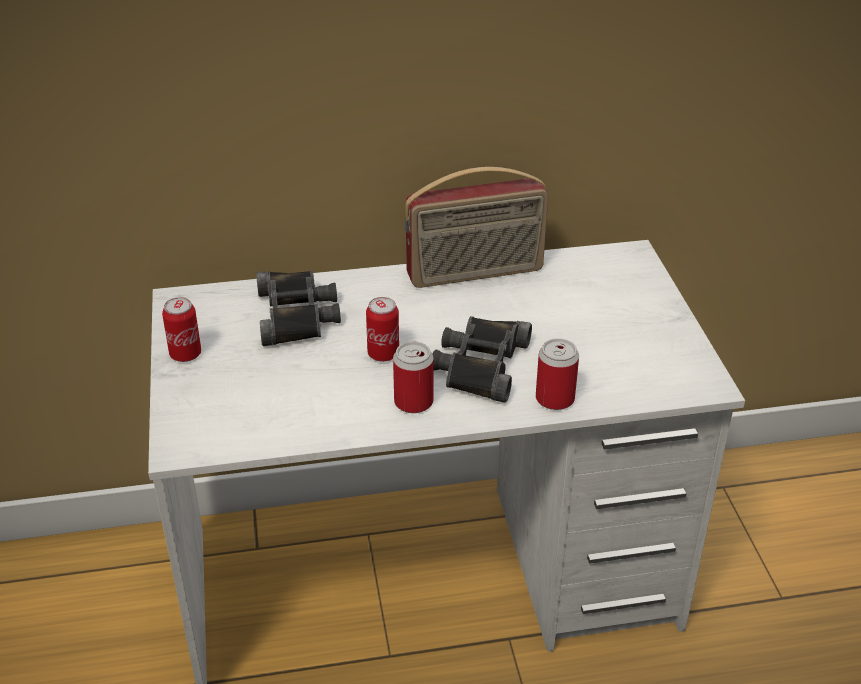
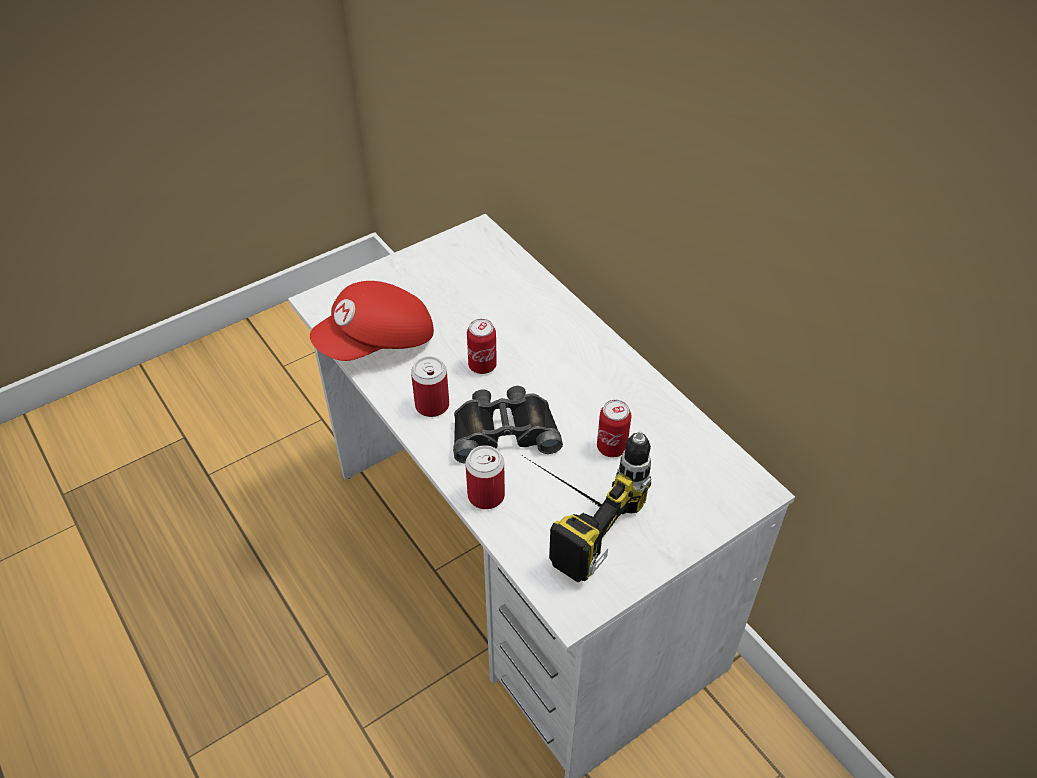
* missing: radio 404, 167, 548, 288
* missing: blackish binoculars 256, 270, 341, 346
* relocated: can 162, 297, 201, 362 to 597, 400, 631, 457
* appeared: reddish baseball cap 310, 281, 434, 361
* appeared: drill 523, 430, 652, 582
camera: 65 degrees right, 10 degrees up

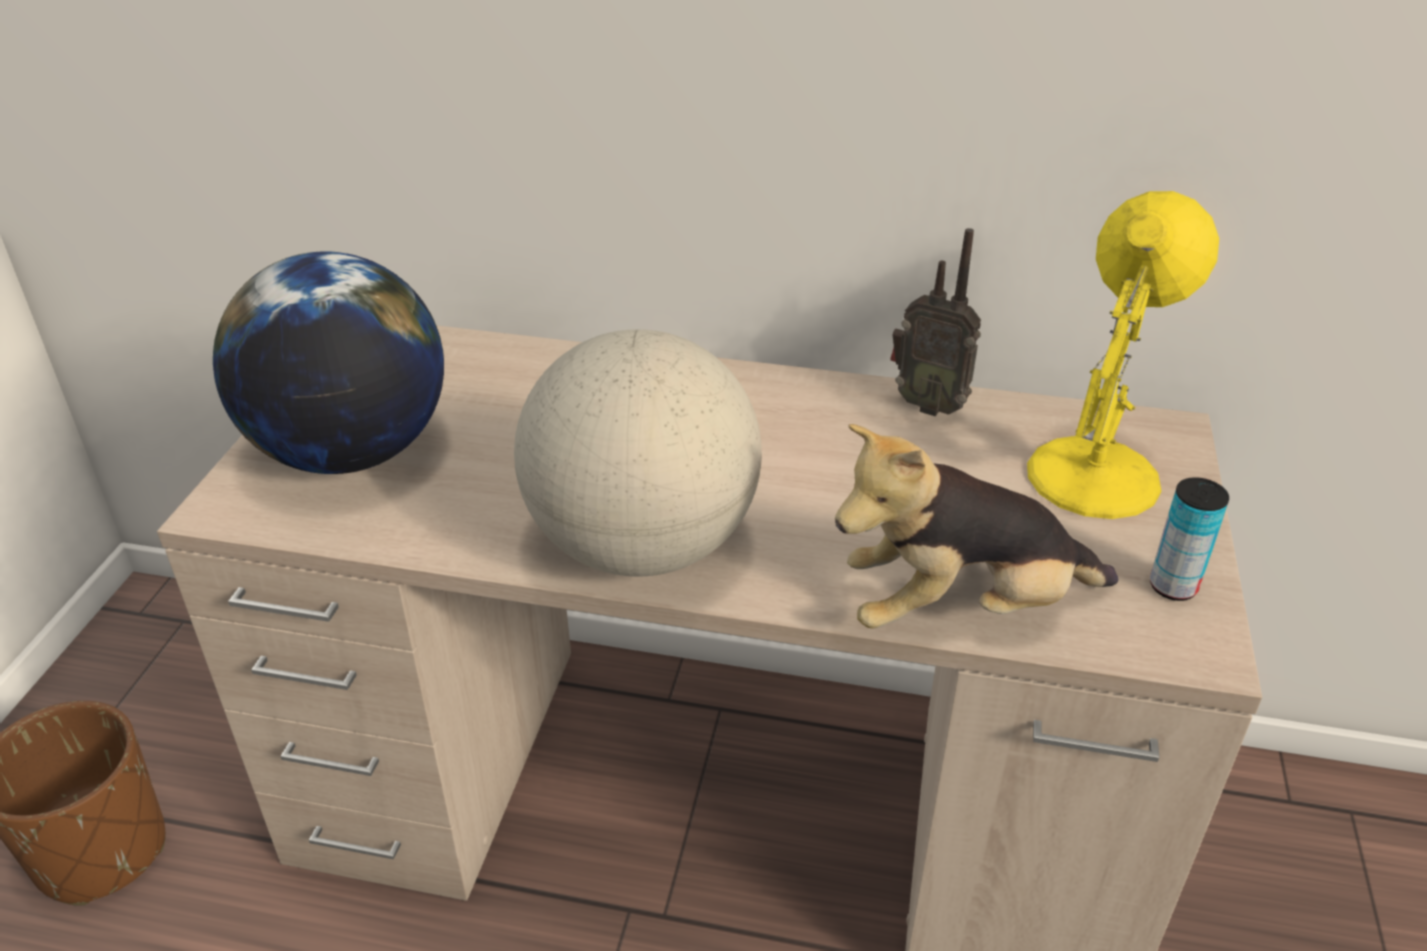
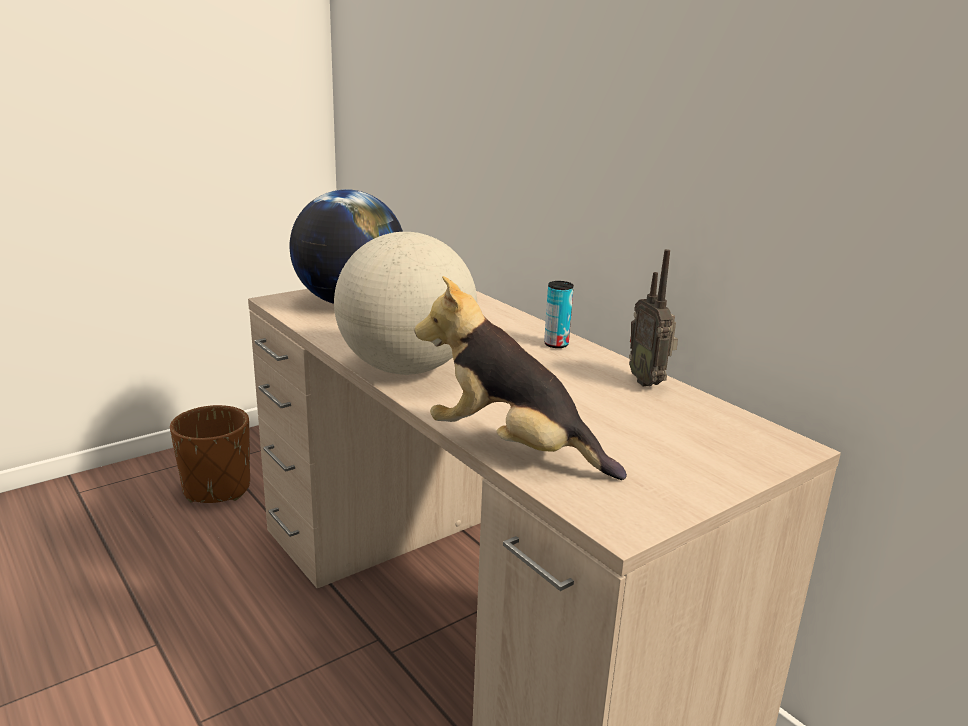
* missing: yellow-coloured tabletop lamp 1027, 191, 1219, 519
* relocated: can 1150, 477, 1229, 601 to 544, 281, 574, 348
camera: 40 degrees right, 15 degrees down

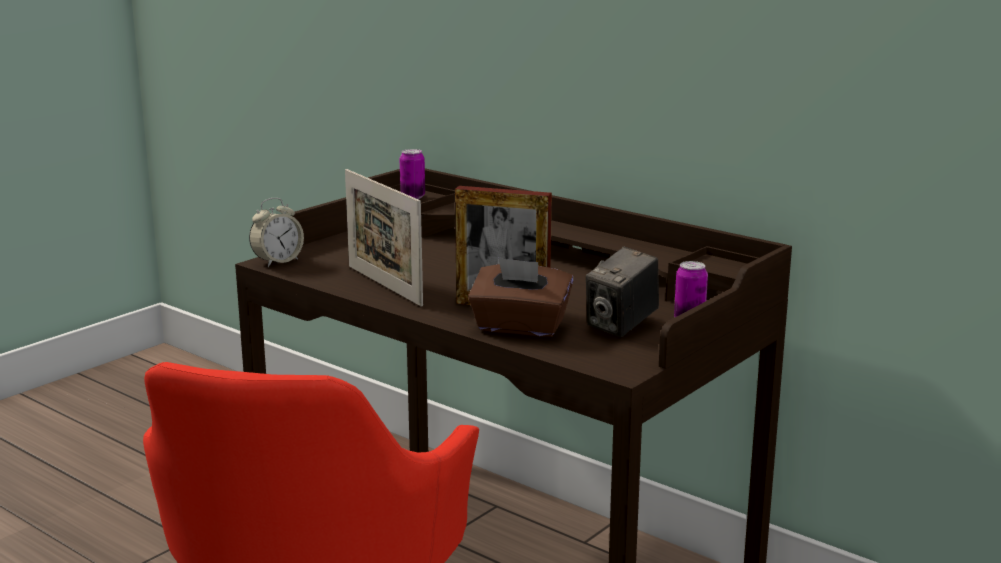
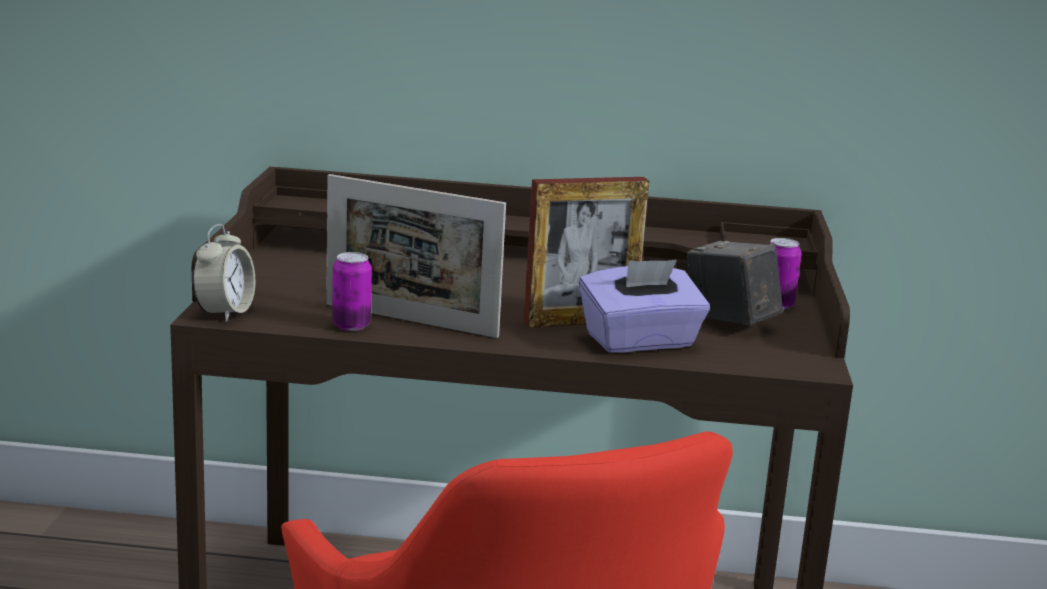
* relocated: can 400, 149, 425, 199 to 332, 252, 372, 331
* spun: photo camera 586, 247, 659, 337 = 687, 241, 783, 325 135 degrees clockwise
* colour: brown box of tissues 468, 257, 574, 337 to purplish box of tissues 579, 260, 710, 353
camera: 35 degrees left, 0 degrees up

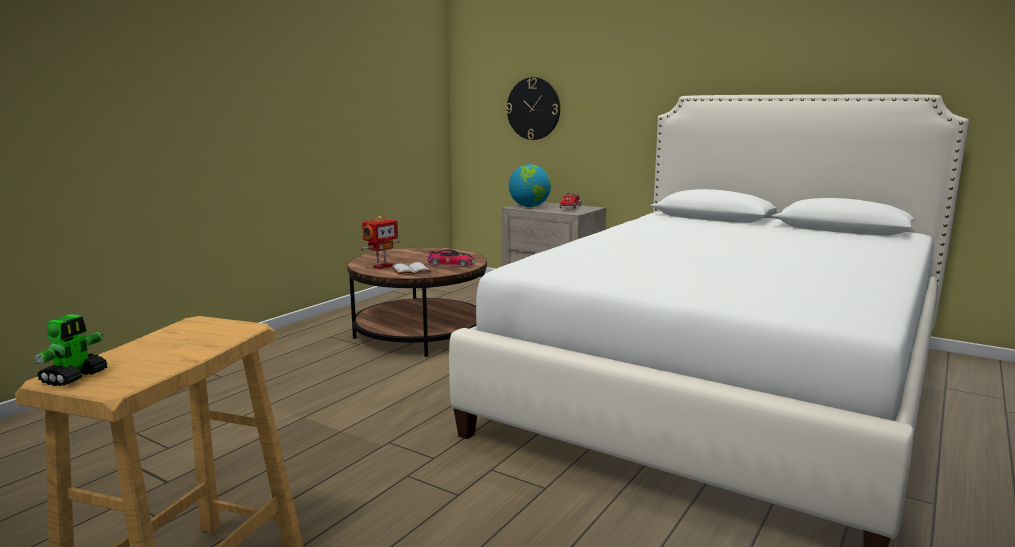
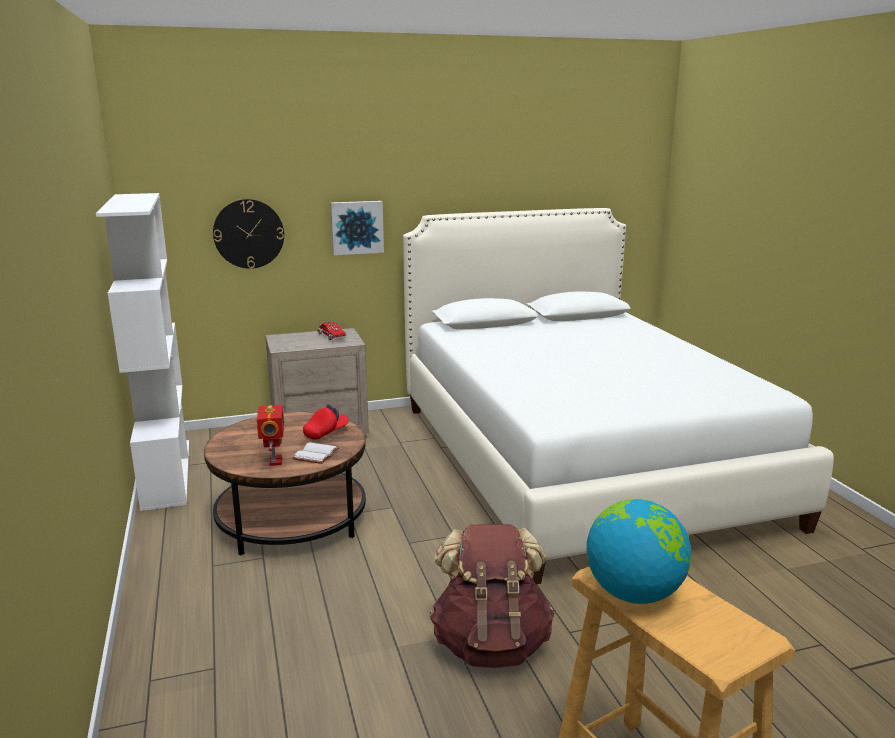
* relocated: desk globe 509, 164, 551, 207 to 586, 499, 691, 604
* exchanged: miniature car 428, 249, 475, 267 to reddish baseball cap 303, 404, 349, 440
* missing: toy robot 34, 314, 108, 386
* appeared: white shelving unit 96, 193, 189, 511
* appeared: wall picture 330, 201, 384, 255
* appeared: brown knapsack 430, 524, 555, 668
camera: 50 degrees left, 5 degrees up

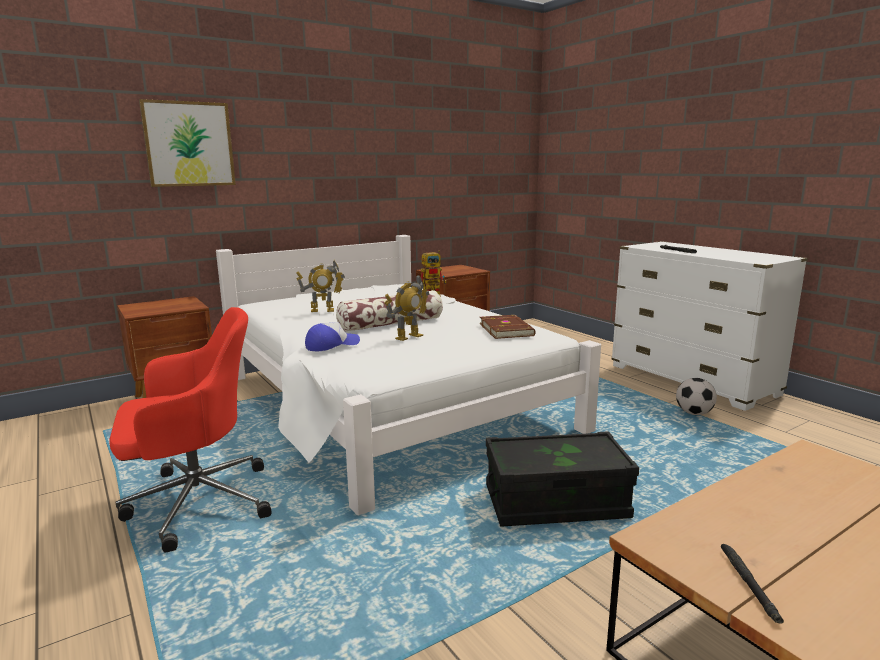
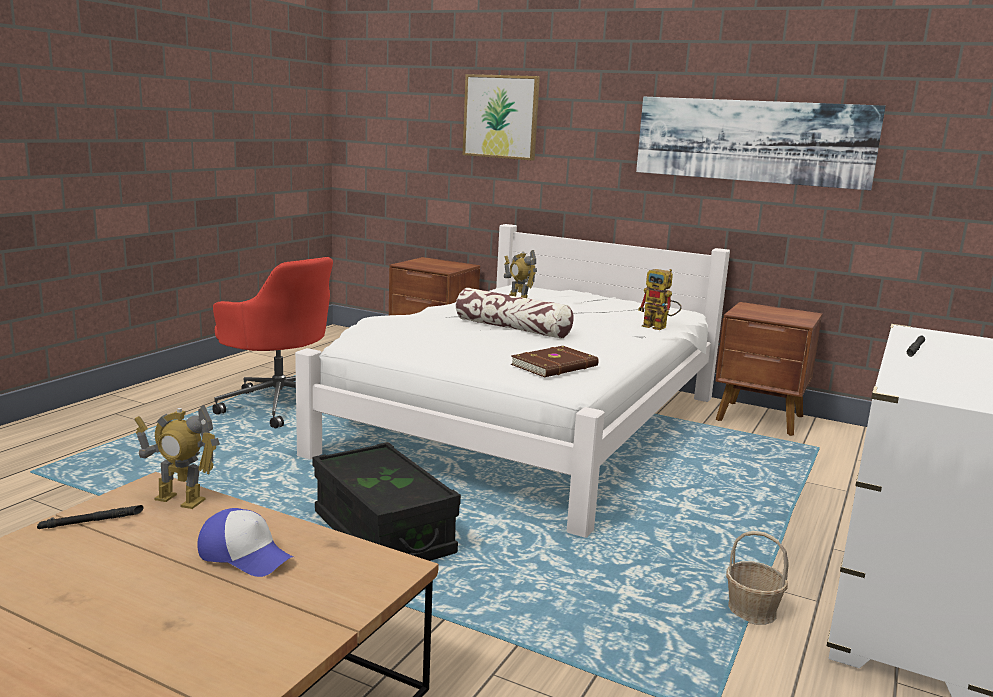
* relocated: toy robot 384, 275, 429, 341 to 135, 405, 220, 509
* relocated: baseball cap 305, 322, 360, 351 to 197, 508, 293, 577
* exchanged: football 676, 378, 717, 415 to basket 726, 531, 789, 625
* appeared: wall picture 636, 97, 886, 191
camera: 60 degrees right, 0 degrees up

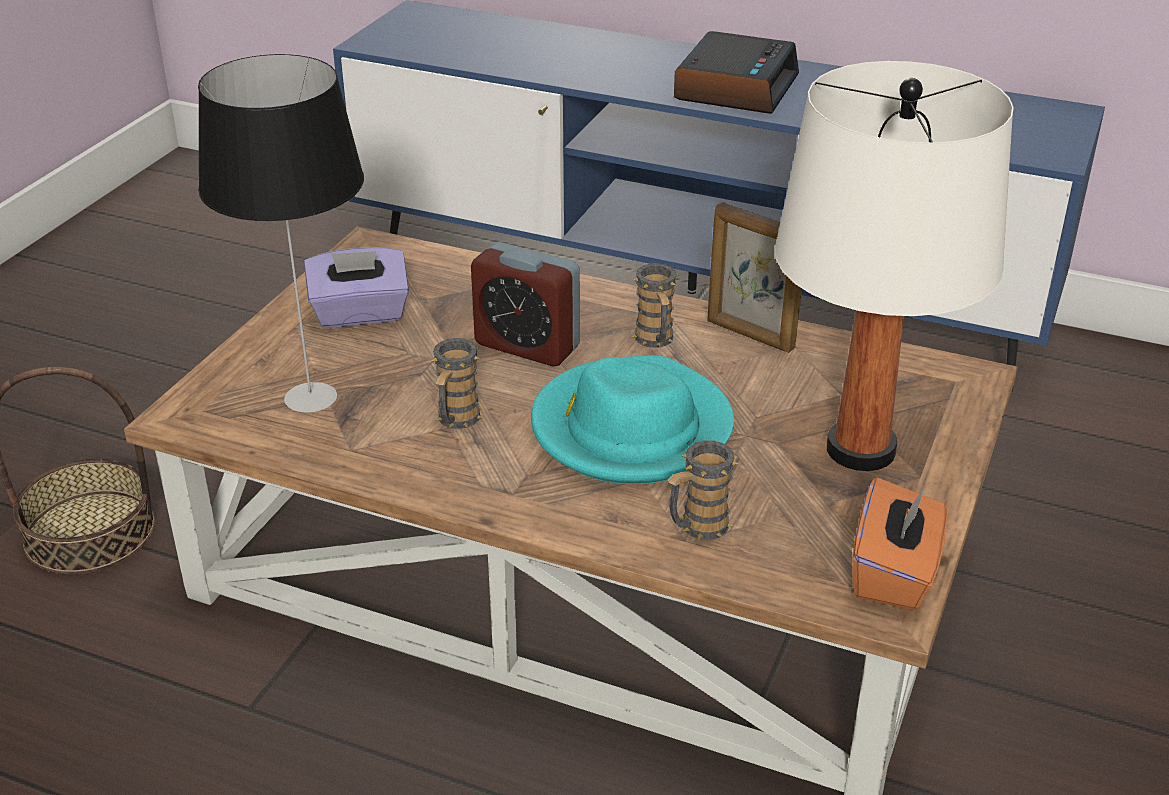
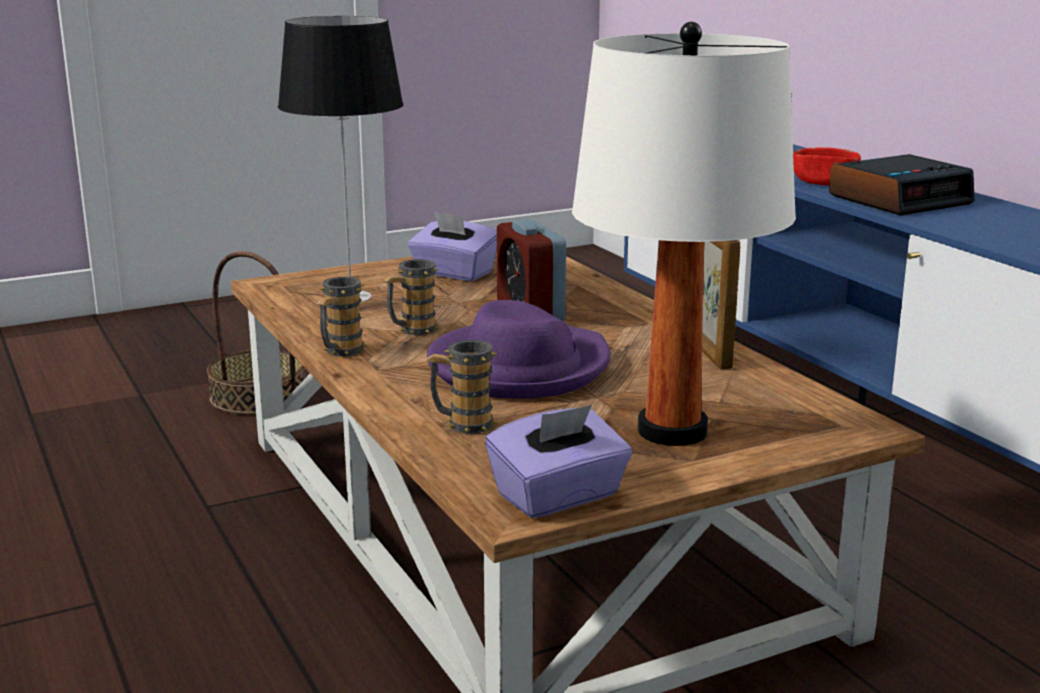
* relocated: coffee mug 632, 263, 679, 348 to 317, 277, 367, 357
* colour: blue-green hat 531, 355, 734, 484 to purplish hat 427, 300, 611, 399
* colour: orange box of tissues 852, 478, 948, 610 to purplish box of tissues 485, 405, 632, 518
* appeared: reddish bowl 793, 147, 861, 185
camera: 40 degrees right, 15 degrees down

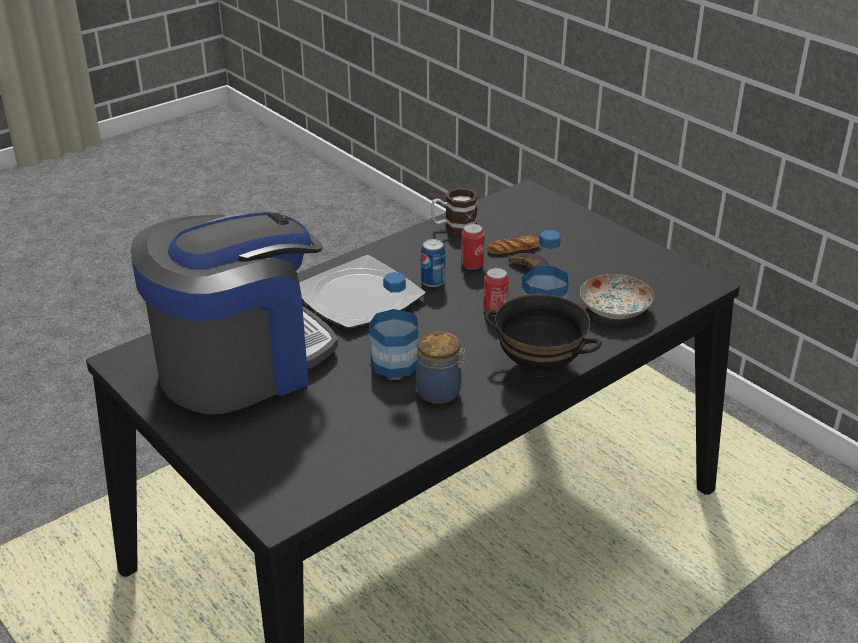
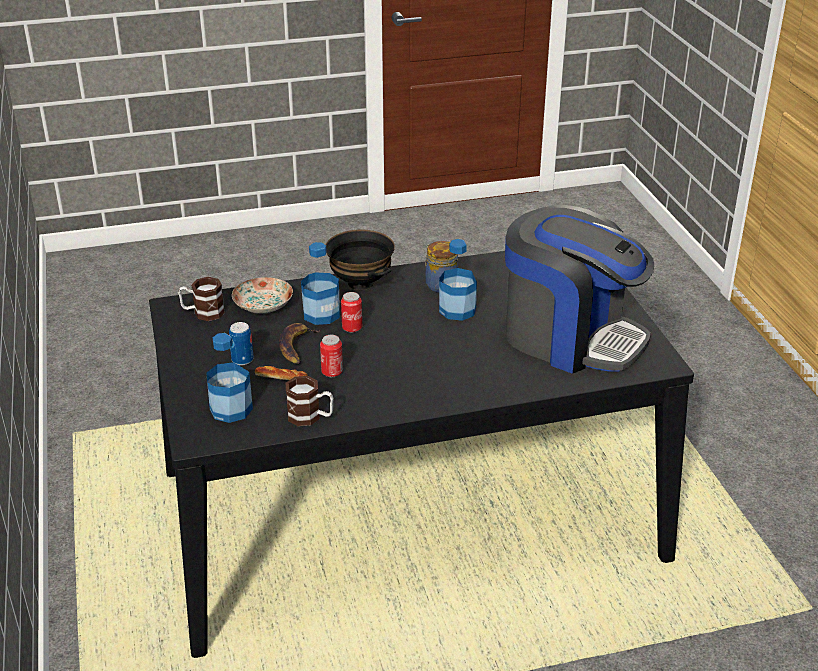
* spun: coffee brewer 130, 212, 338, 414 = 505, 205, 654, 374 135 degrees counterclockwise
* relocated: can 421, 239, 445, 287 to 229, 322, 254, 366
* missing: plate 299, 255, 425, 328
* appeared: coffee mug 178, 277, 225, 321
* appeared: bottle 206, 333, 253, 423
camera: 155 degrees left, 0 degrees up

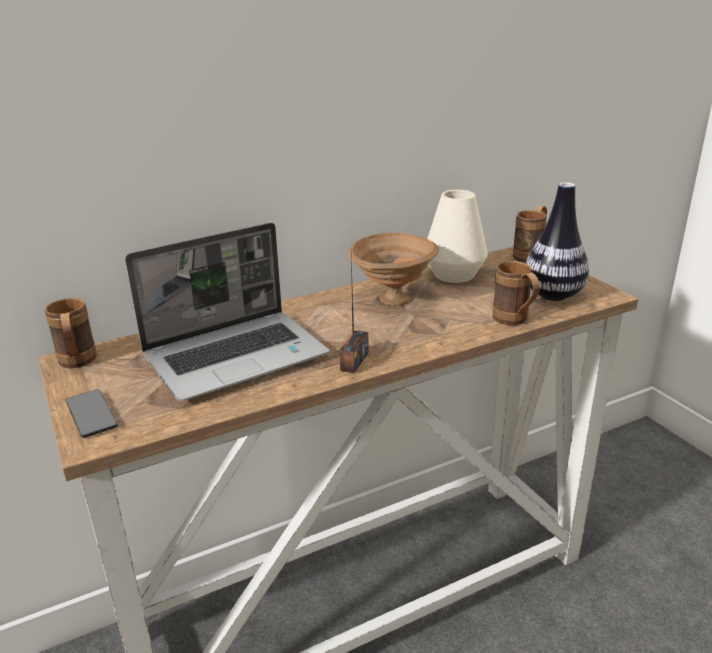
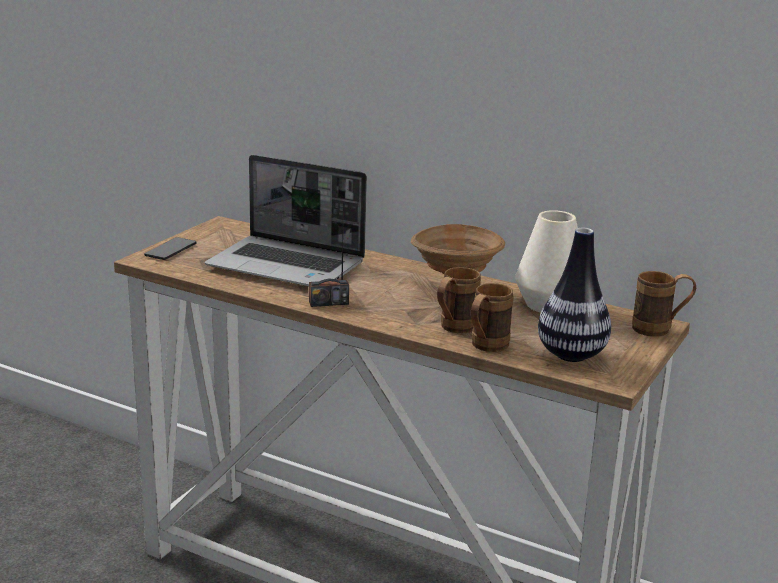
* relocated: brown coffee mug 45, 298, 97, 368 to 437, 267, 481, 333
camera: 55 degrees right, 5 degrees down

